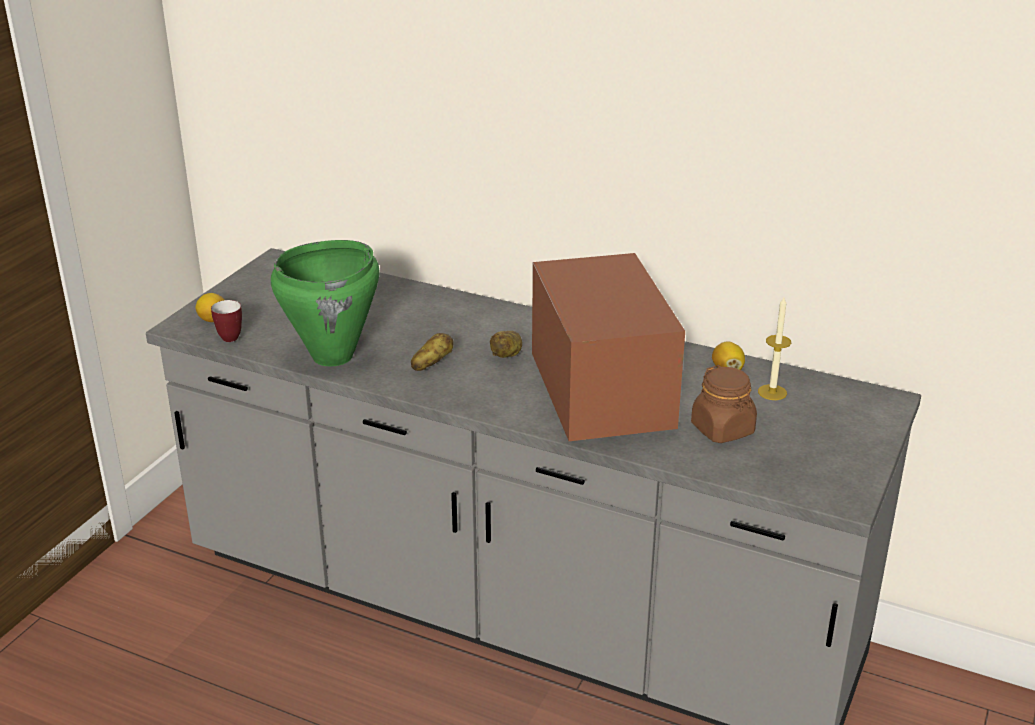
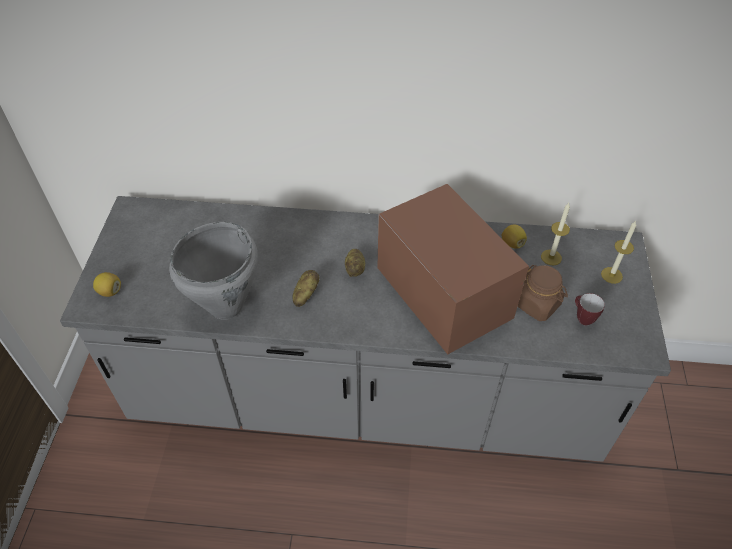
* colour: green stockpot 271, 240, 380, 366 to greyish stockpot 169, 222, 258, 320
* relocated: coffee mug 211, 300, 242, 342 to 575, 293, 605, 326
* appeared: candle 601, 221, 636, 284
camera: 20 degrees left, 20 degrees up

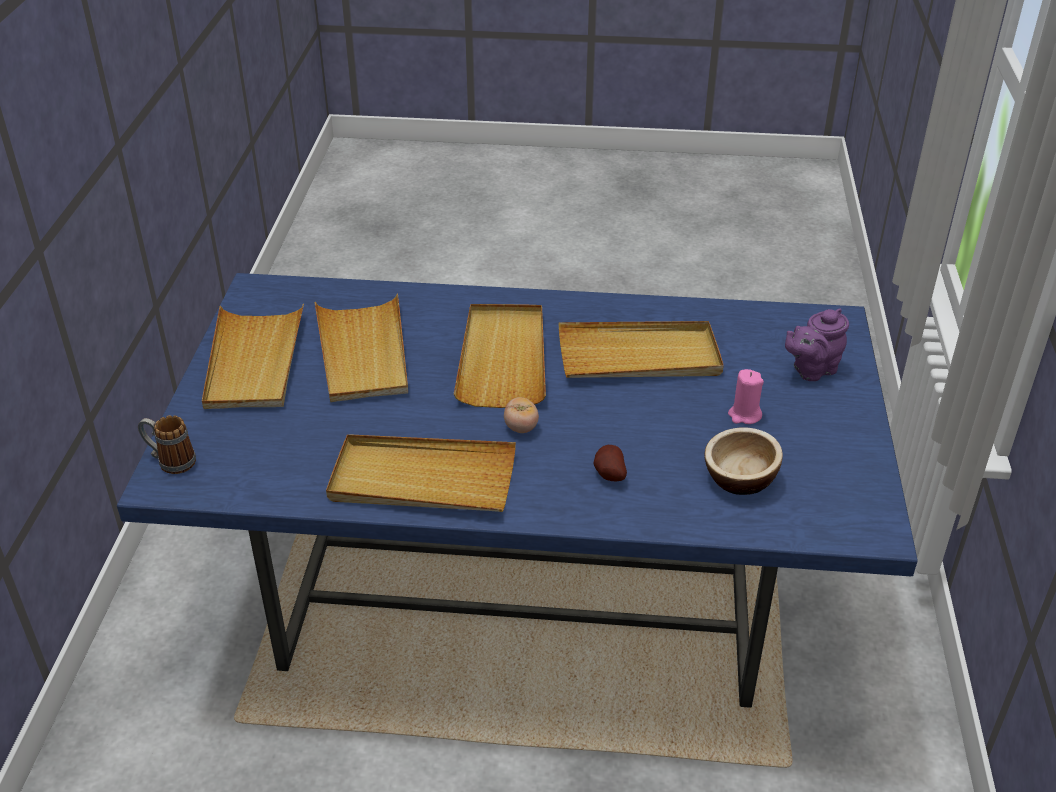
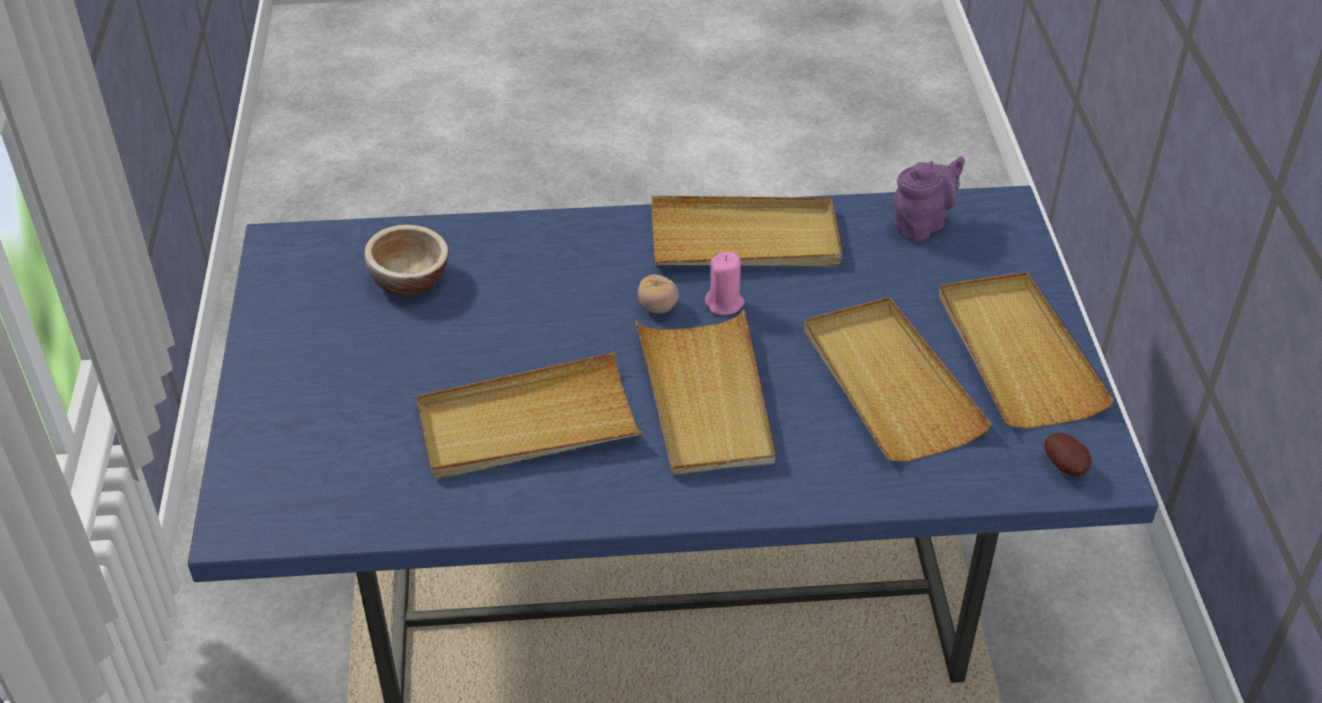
* relocated: purplish tea pot 785, 308, 849, 381 to 893, 156, 965, 241
* relocated: pinkish candle 728, 369, 764, 424 to 705, 252, 745, 315
* missing: coffee mug 138, 415, 196, 474
* relocated: potato 594, 445, 627, 481 to 1044, 433, 1091, 476
camera: 170 degrees right, 5 degrees up

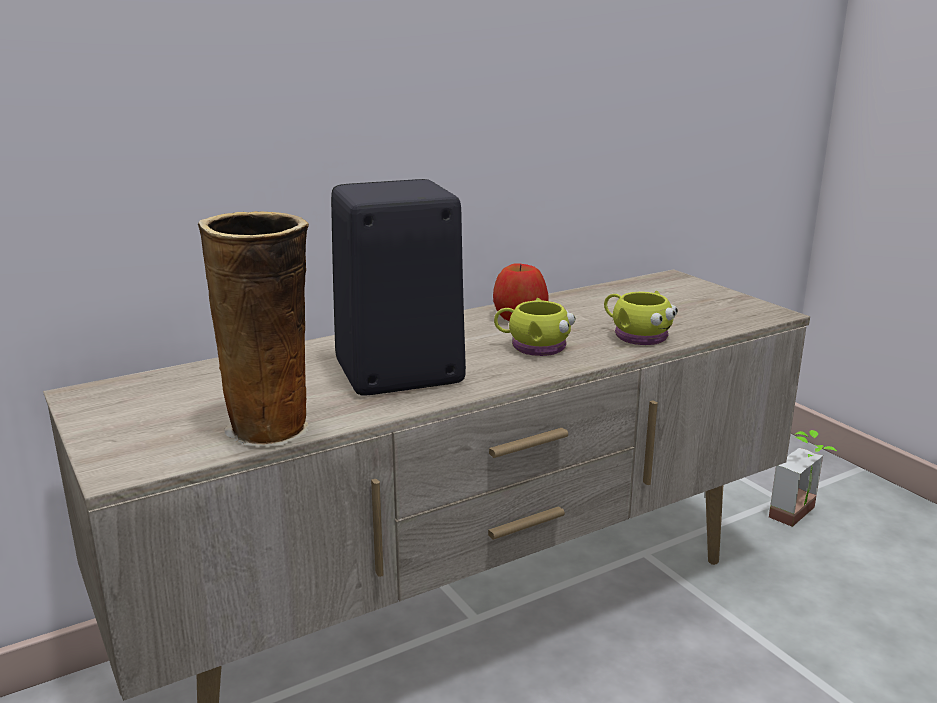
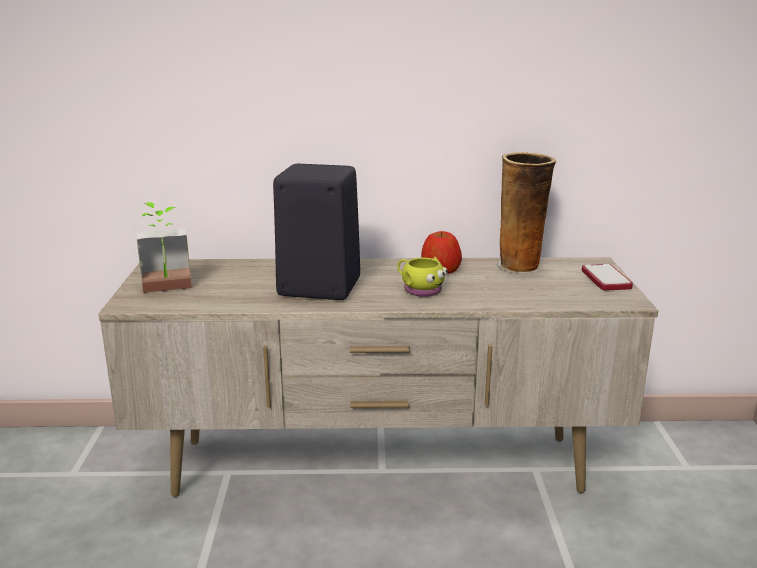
* relocated: vase 198, 211, 309, 447 to 497, 152, 556, 273
* missing: yellow-coloured coffee mug 604, 291, 678, 345
* relocated: potted plant 769, 430, 838, 527 to 137, 202, 192, 293
* appeared: handset 582, 264, 633, 290
camera: 30 degrees right, 0 degrees up

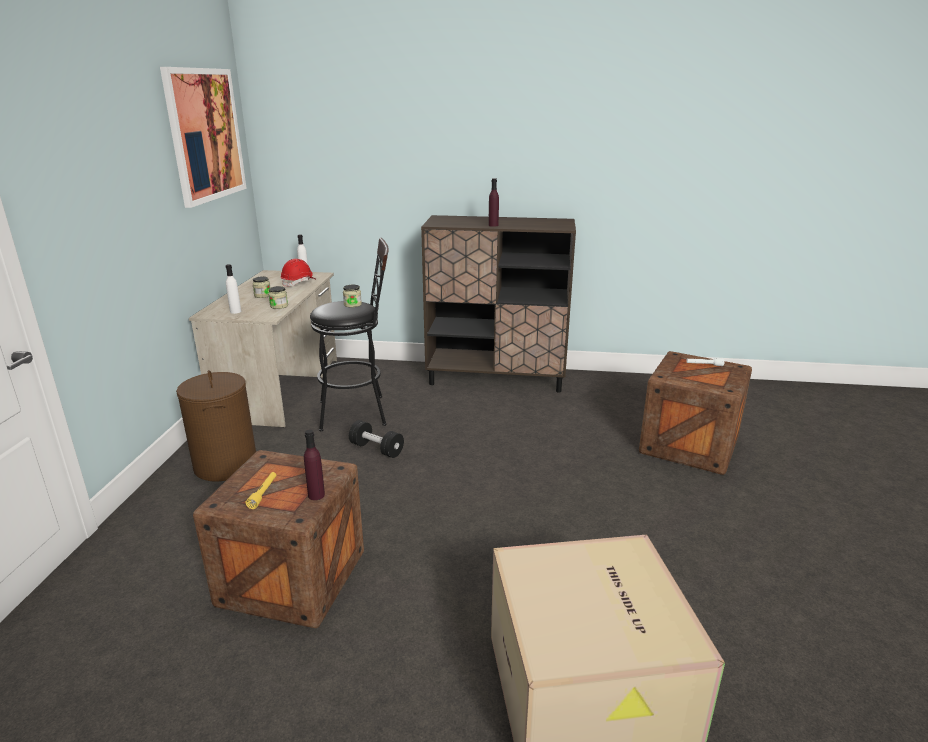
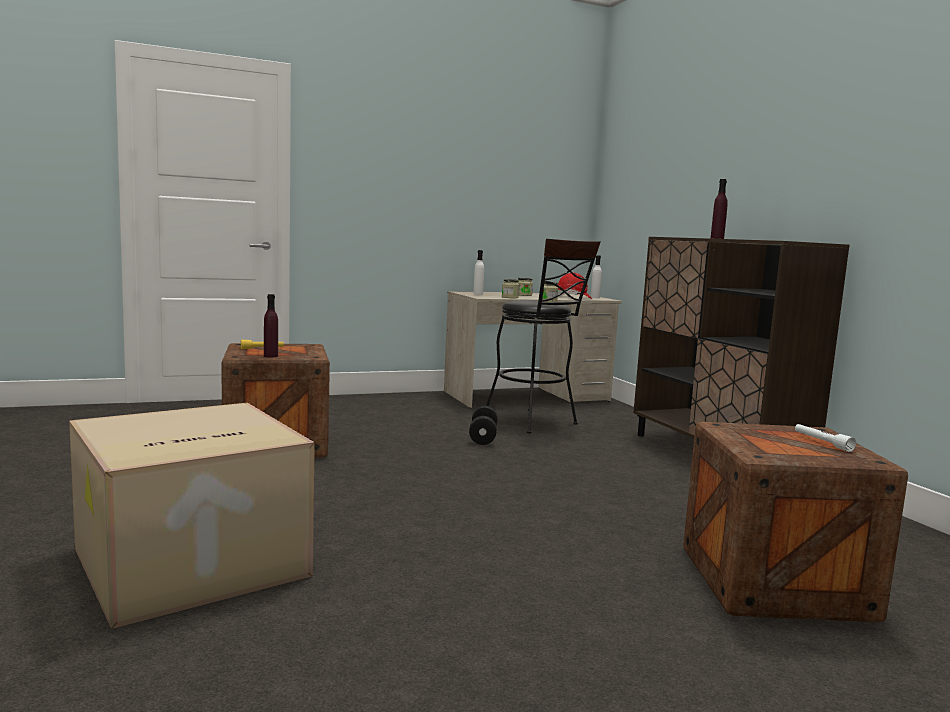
* missing: wall picture 160, 67, 247, 208
* missing: brown hamper 176, 370, 256, 481
camera: 60 degrees right, 15 degrees down

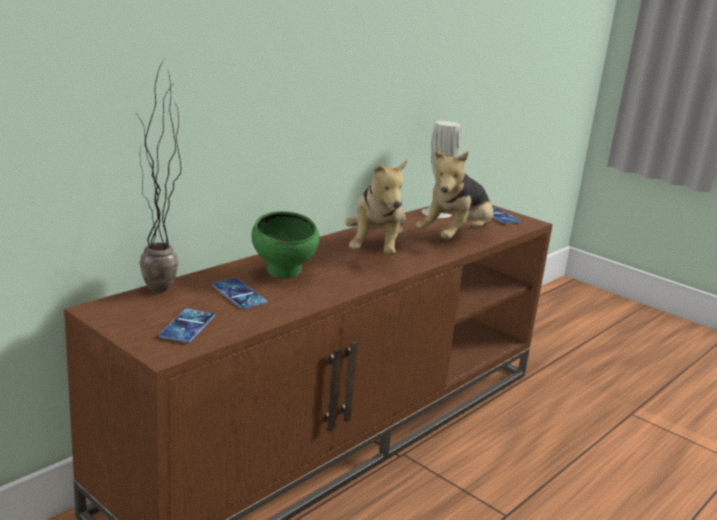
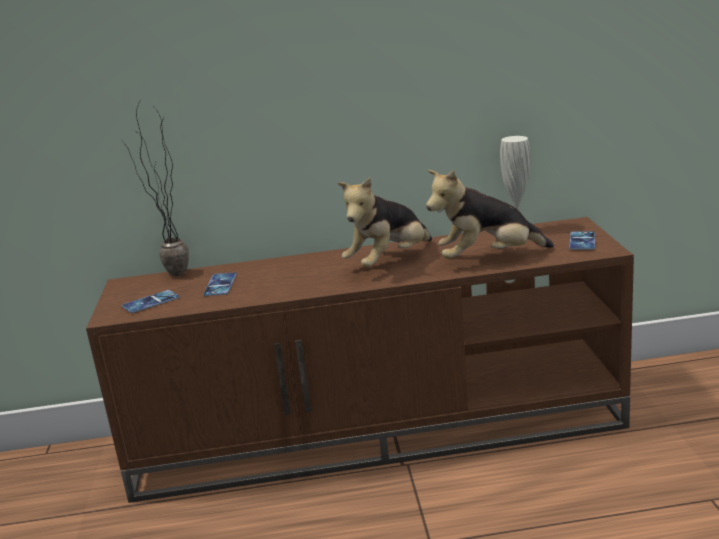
* missing: green bowl 251, 211, 319, 279
camera: 45 degrees right, 0 degrees up

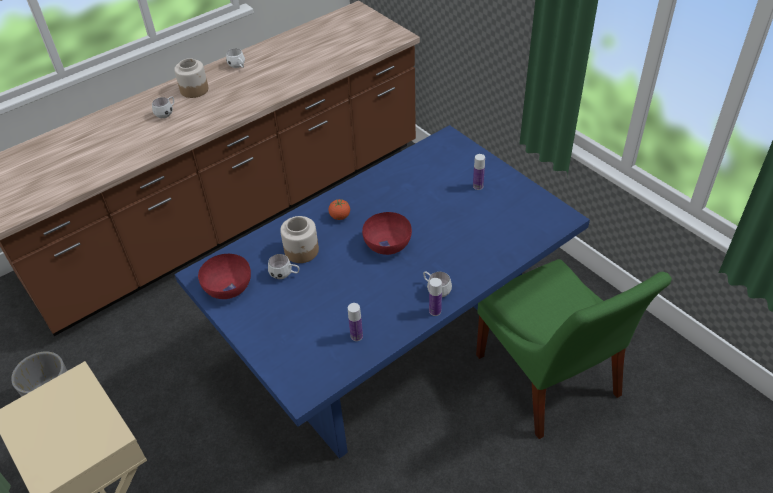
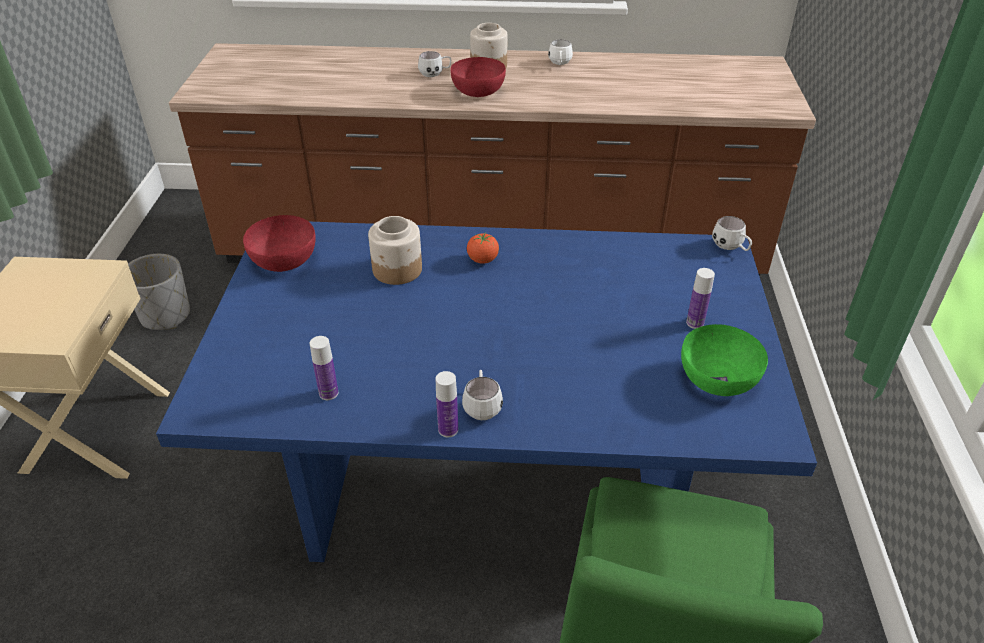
* relocated: reddish bowl 362, 212, 412, 255 to 451, 57, 506, 97
* relocated: white coffee mug 268, 254, 299, 279 to 712, 216, 752, 251
* appeared: green bowl 681, 324, 768, 396
camera: 40 degrees right, 5 degrees down

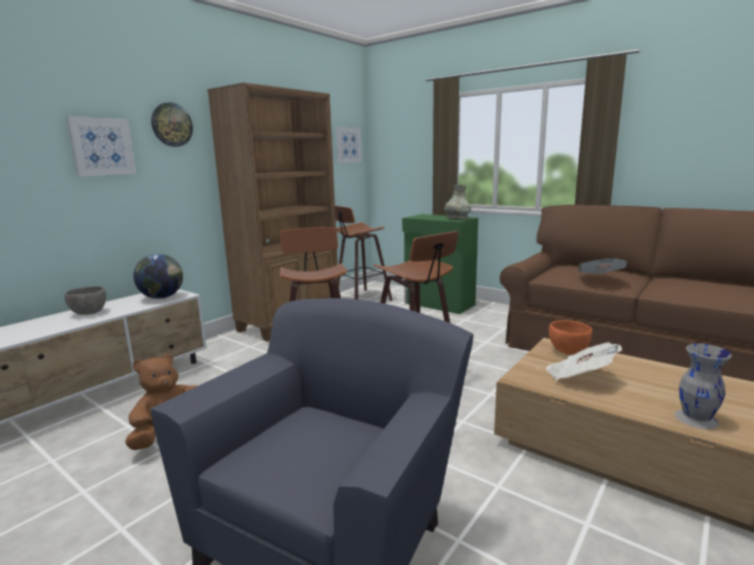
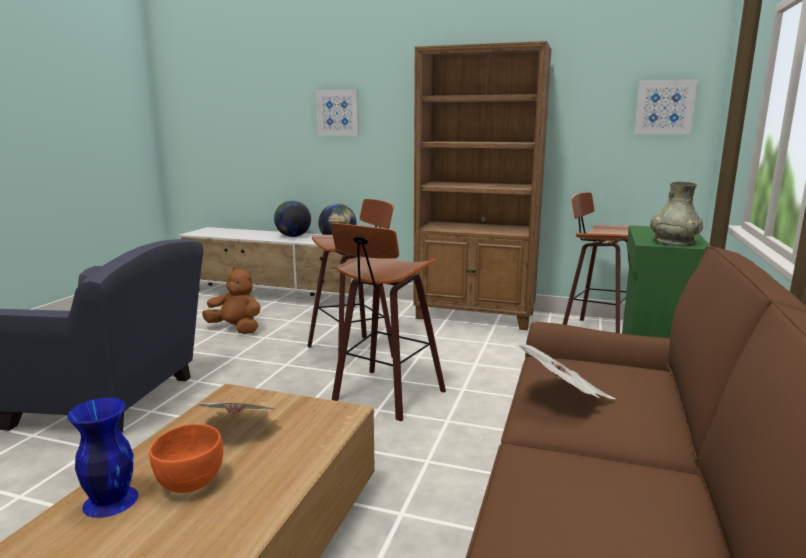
* missing: wall clock 151, 102, 193, 147
* exchanged: greyish bowl 64, 286, 106, 315 to desk globe 274, 201, 311, 237
* relocated: orange bowl 549, 320, 592, 355 to 149, 424, 223, 493
* colour: greyish vase 675, 343, 732, 429 to bluish vase 67, 398, 138, 518
camera: 70 degrees right, 0 degrees up

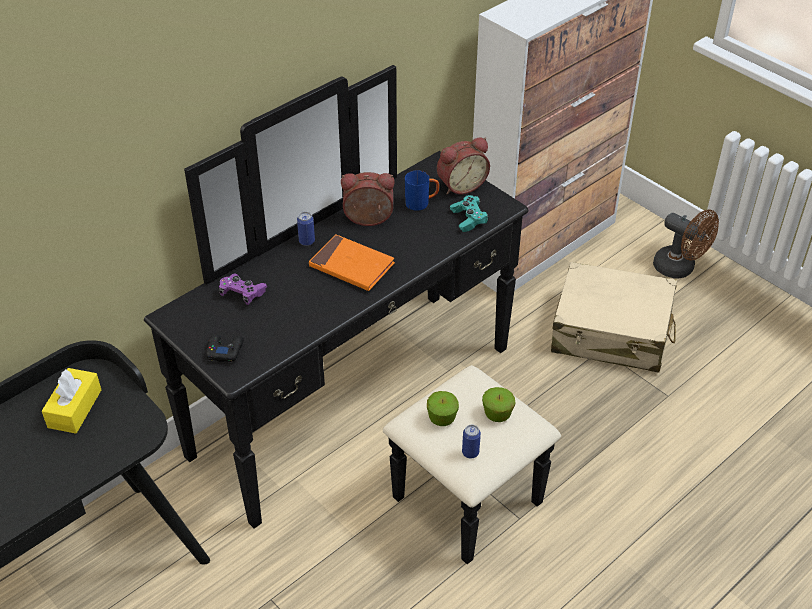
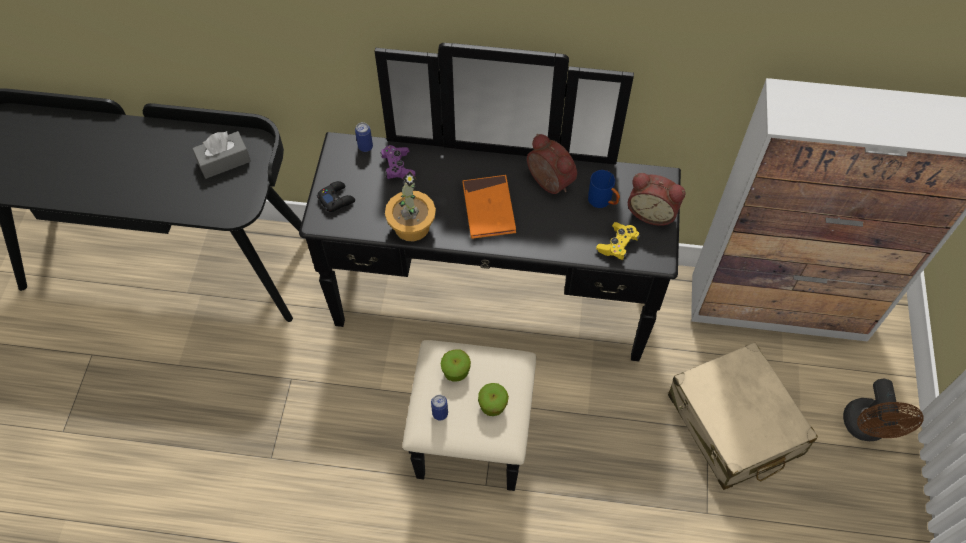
* colour: blue-green game controller 450, 195, 489, 232 to yellow-coloured game controller 596, 222, 640, 261
* relocated: can 297, 212, 315, 246 to 355, 122, 373, 152
* colour: yellow-coloured box of tissues 42, 368, 101, 433 to greyish box of tissues 192, 131, 251, 179
* appeared: potted plant 385, 171, 436, 242
camera: 50 degrees right, 15 degrees up

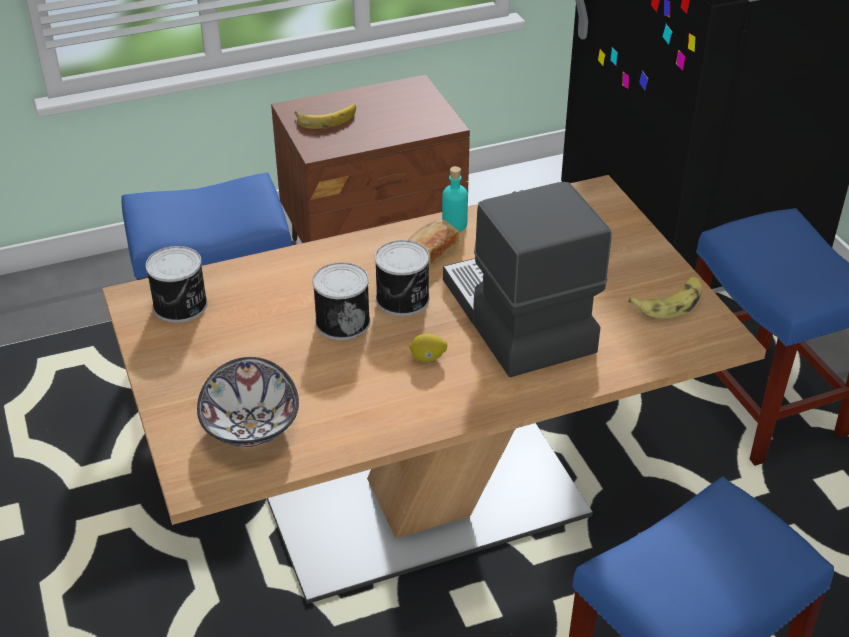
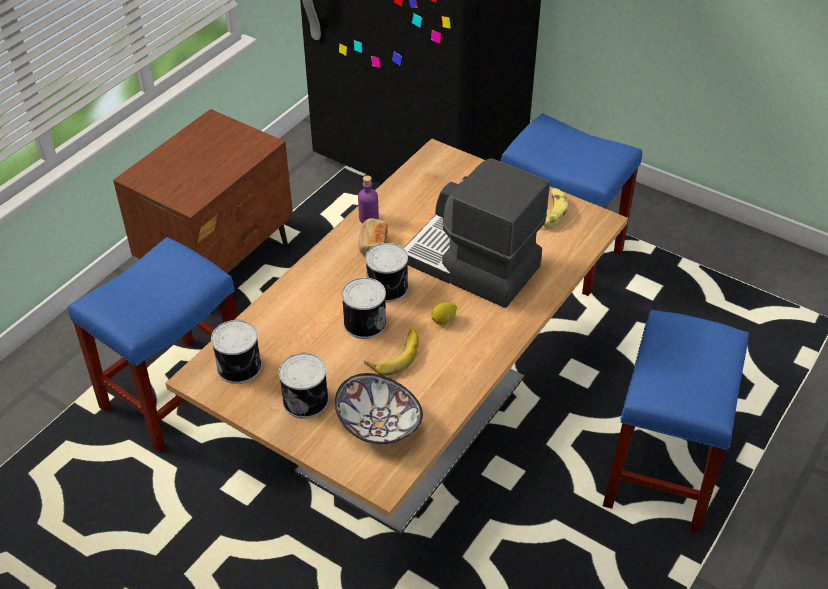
* relocated: whole banana 295, 104, 356, 129 to 364, 328, 419, 376
* colour: blue-green bottle 442, 166, 468, 232 to purplish bottle 358, 175, 379, 224
* appeared: can 279, 353, 329, 419
camera: 35 degrees left, 5 degrees up

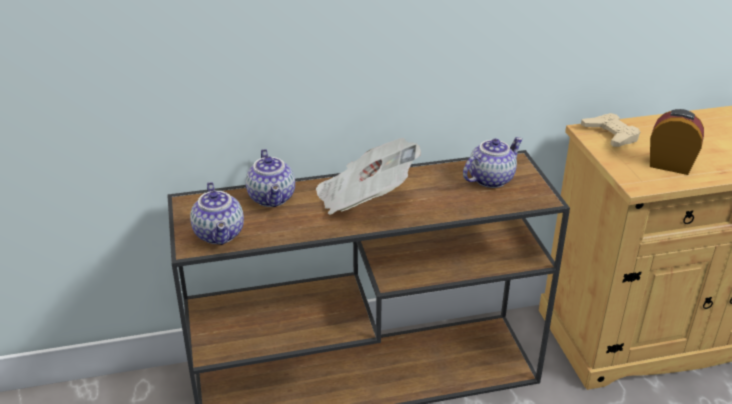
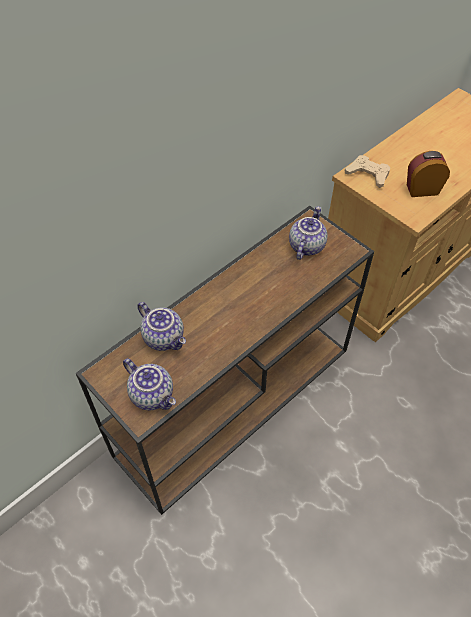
* missing: daily paper 316, 138, 421, 215
camera: 30 degrees left, 20 degrees up

